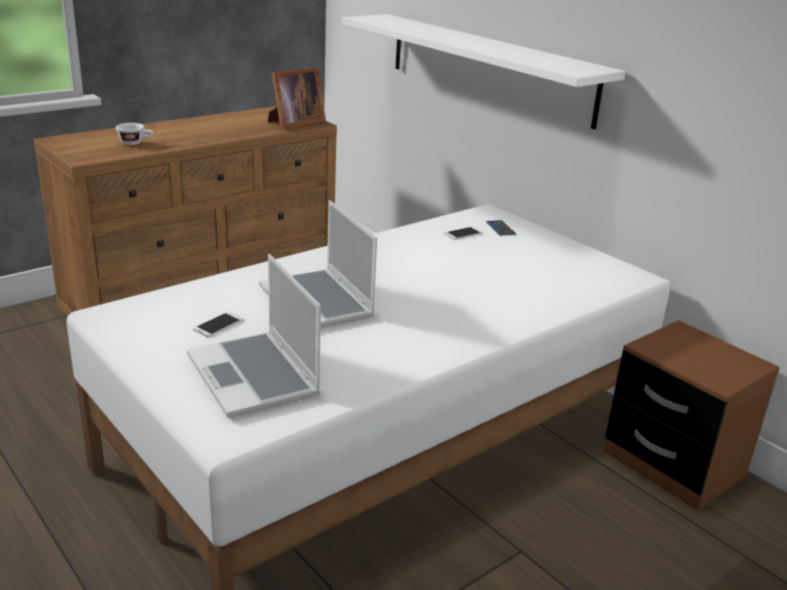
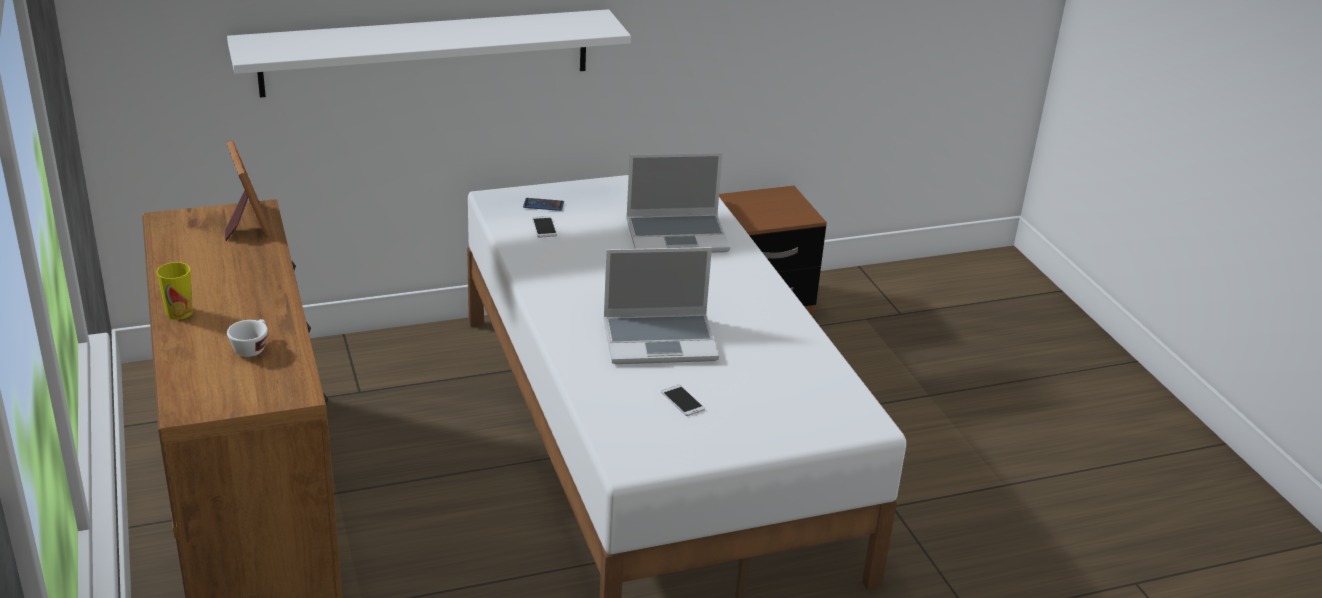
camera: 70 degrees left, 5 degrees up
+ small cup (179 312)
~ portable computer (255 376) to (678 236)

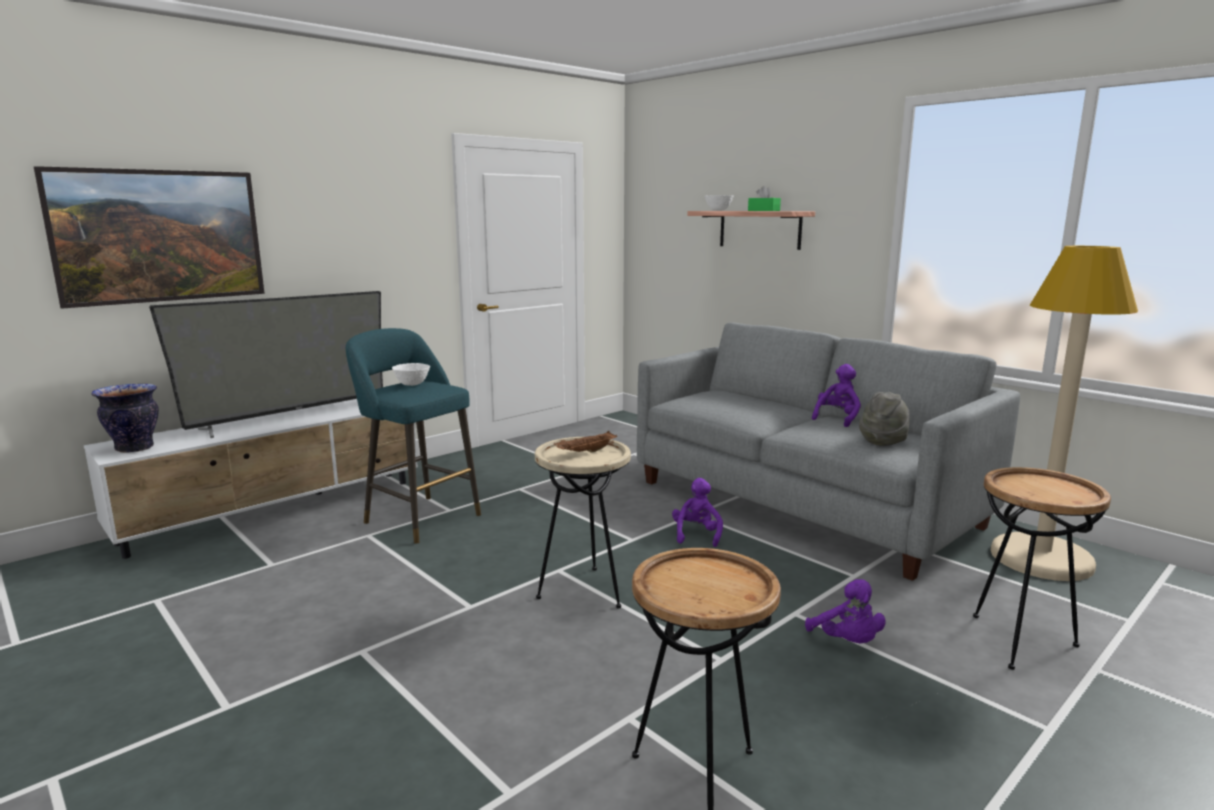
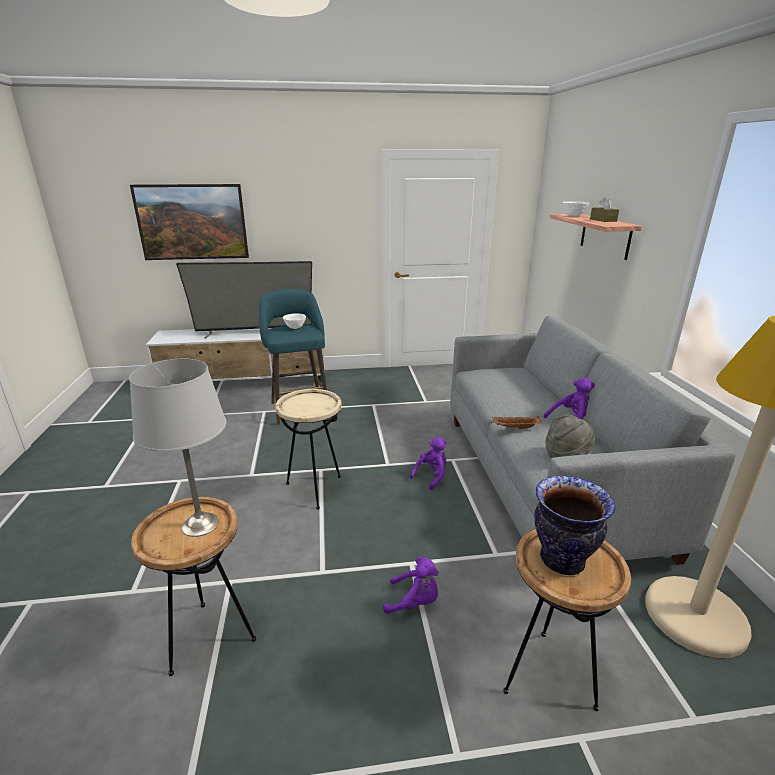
camera: 35 degrees right, 10 degrees up
+ grey table lamp (201 525)
~ decorative vase (135 448) to (563 560)
~ brown-coloured serving tray (586 452) to (515 428)
~ green-coloured tissue holder (763 210) to brown-coloured tissue holder (603 220)
~ purplish cuddly toy (847 642) = (414 602) 90 degrees counterclockwise

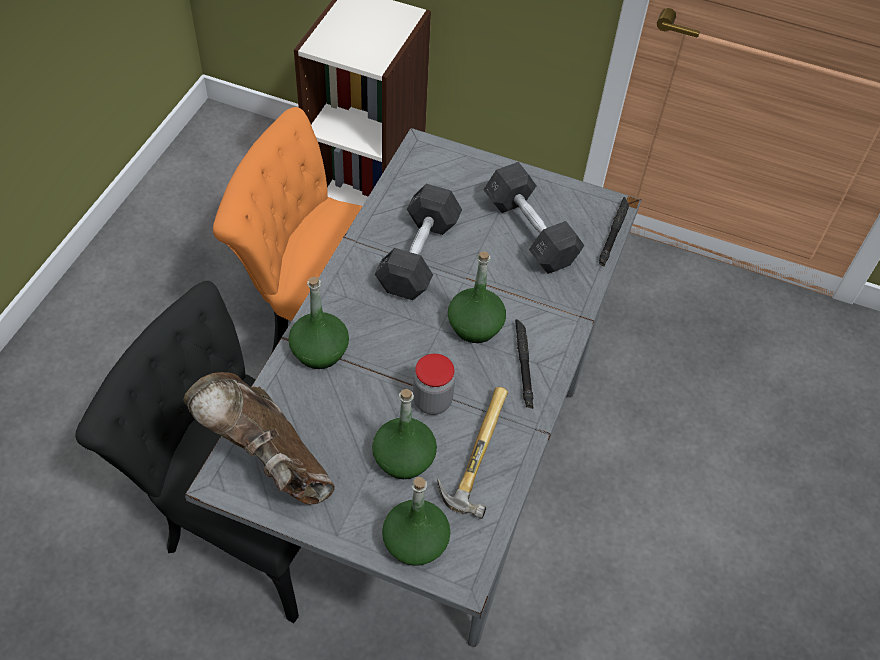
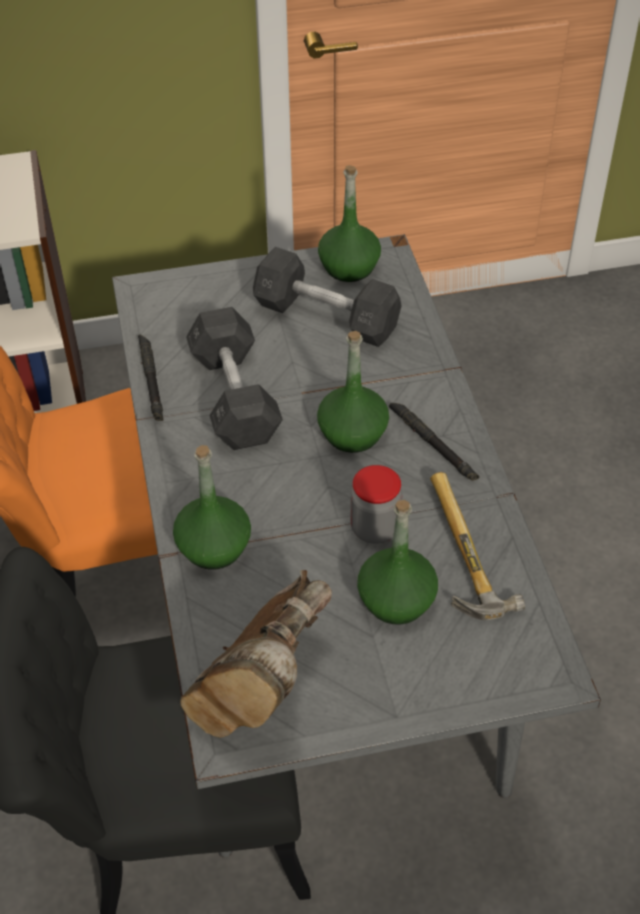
camera: 30 degrees left, 5 degrees down
~ green-coloured beverage bottle (415 542) to (349 267)
~ blackish torch (613 234) to (151 381)
~ brown-coloured tall boot (269 464) = (262 691) 75 degrees counterclockwise

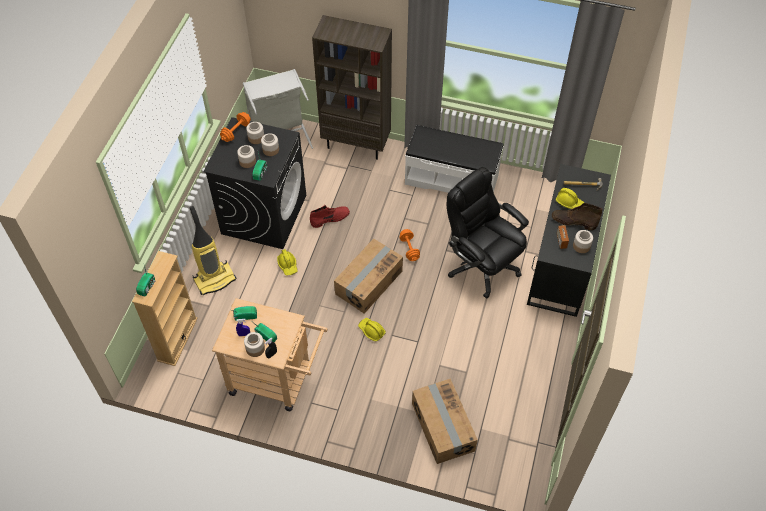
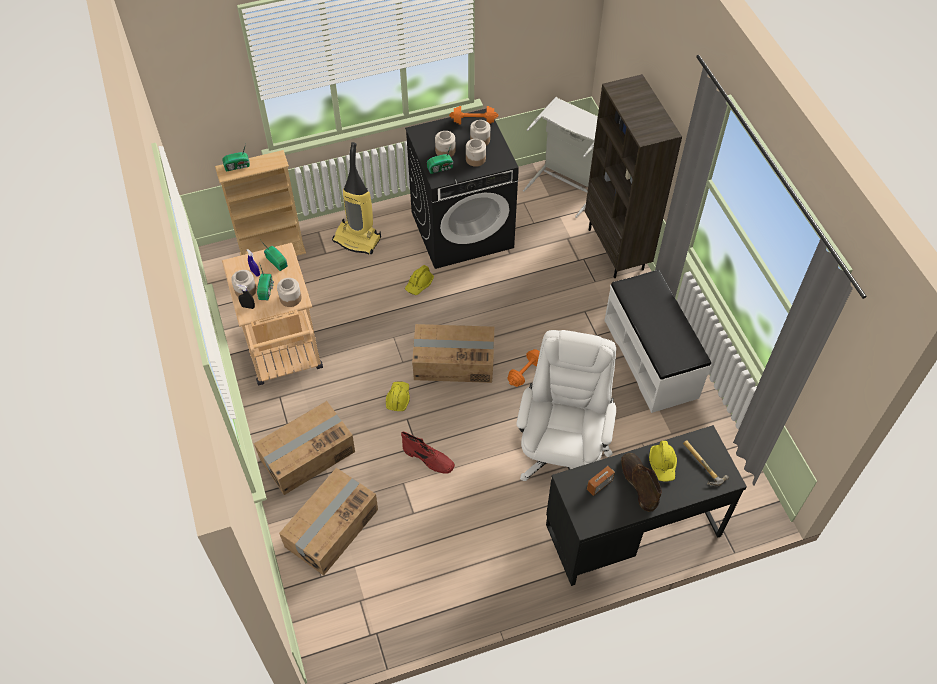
camera: 55 degrees right, 0 degrees up
+ packing box (307 455)
~ reddish tall boot (330 218) to (429 458)
~ jar (581 246) to (290 298)
~ blackish desk chair (481 265) to white-coloured desk chair (562 451)

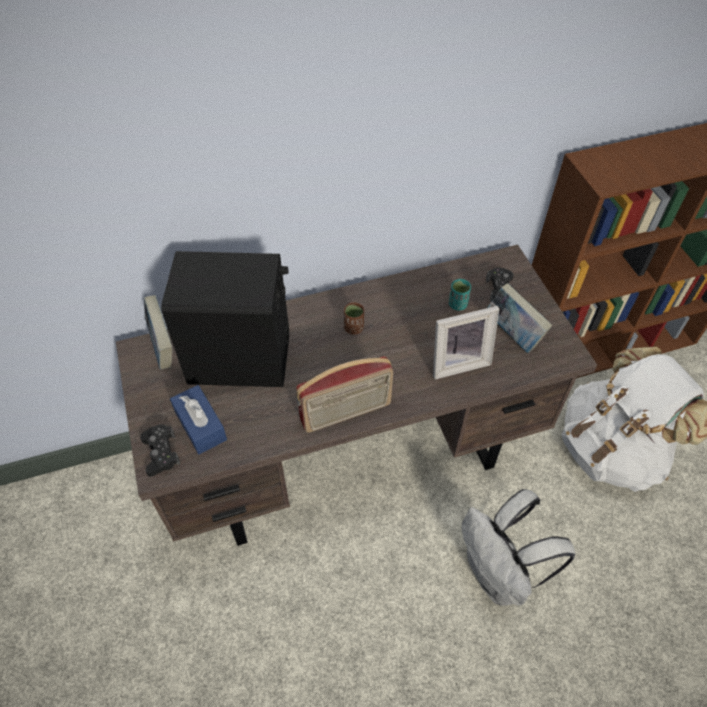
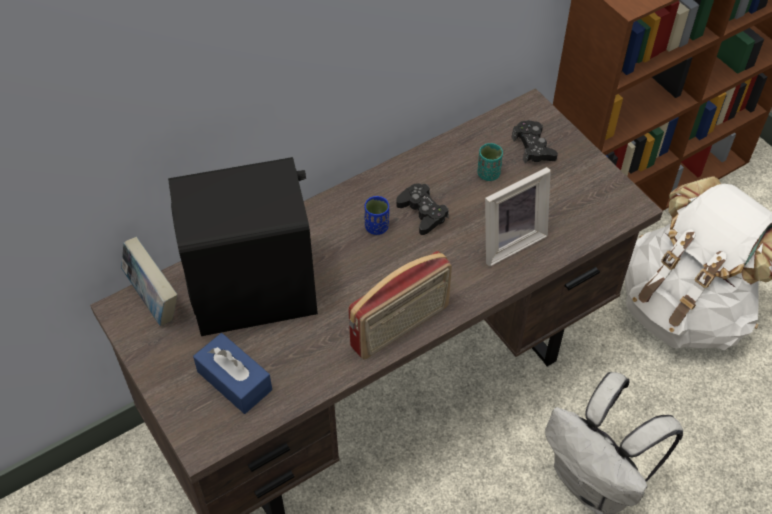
camera: 15 degrees left, 0 degrees up
- book (512 334)
~ blackish game controller (161 453) to (422 213)
~ brown-coloured small cup (353 328) to bluish small cup (376 227)

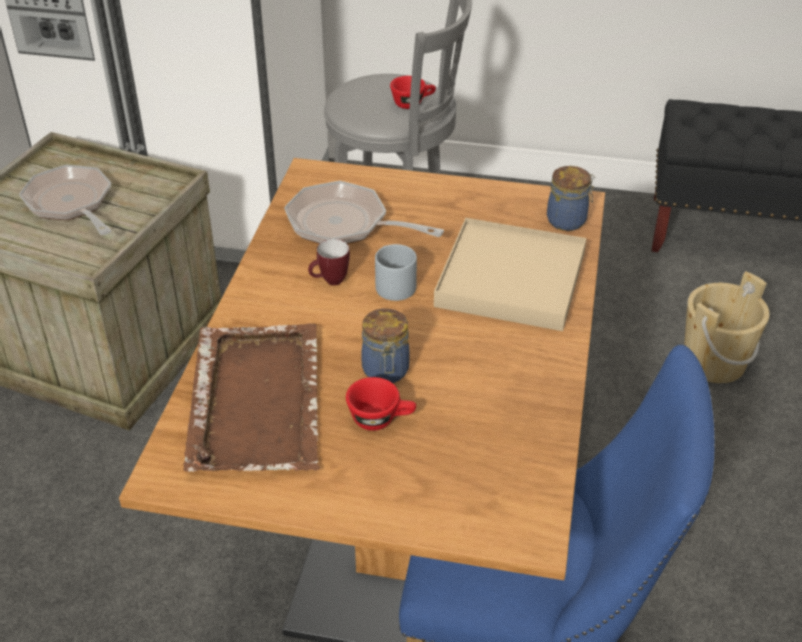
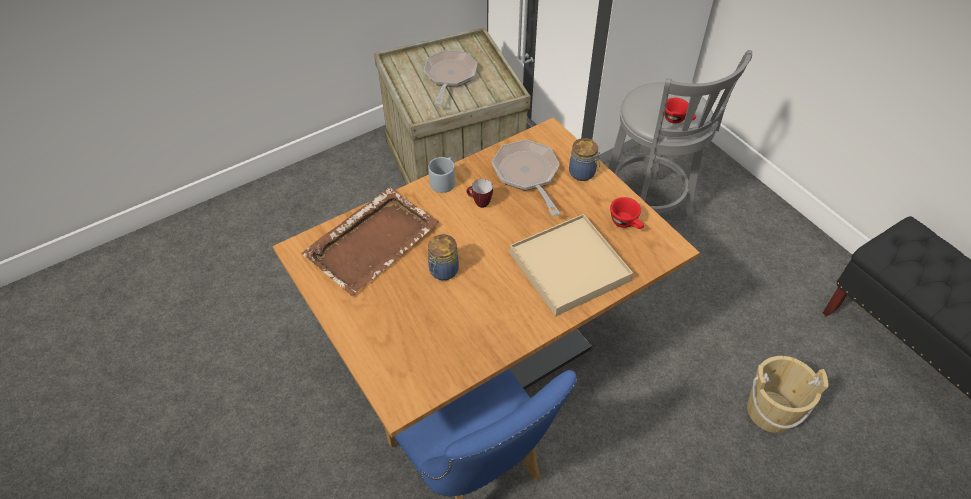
camera: 45 degrees right, 10 degrees up
~ reddish small cup (381 419) to (626 223)
~ grey coffee mug (392 283) to (444 180)
~ jar (568 220) to (583 173)

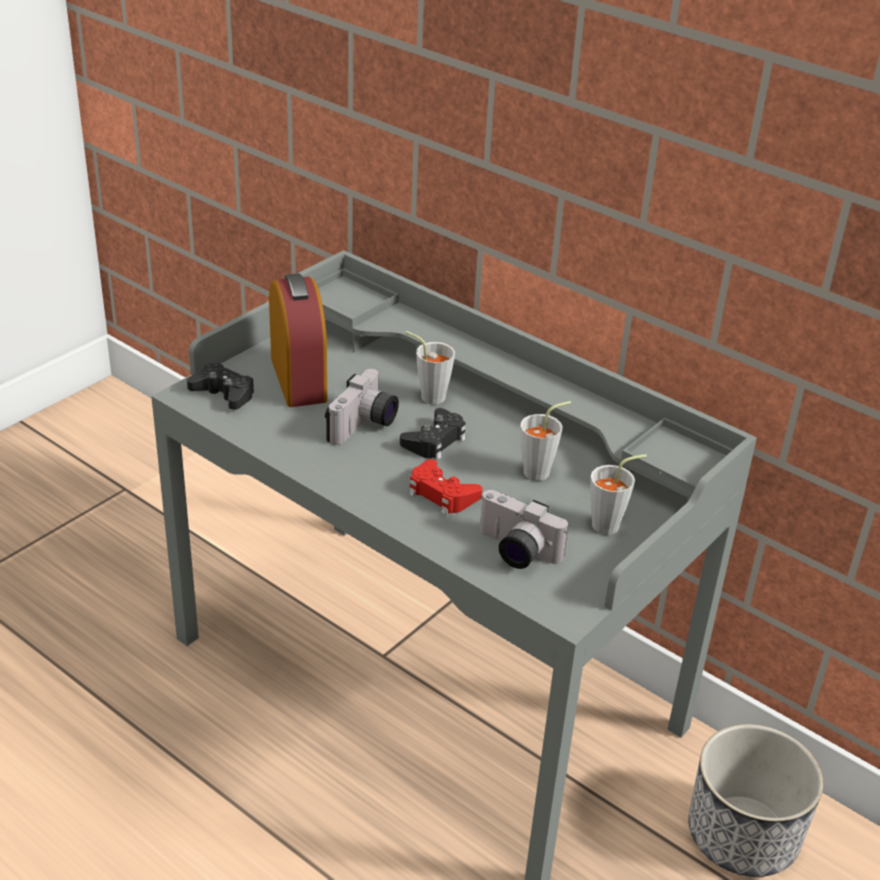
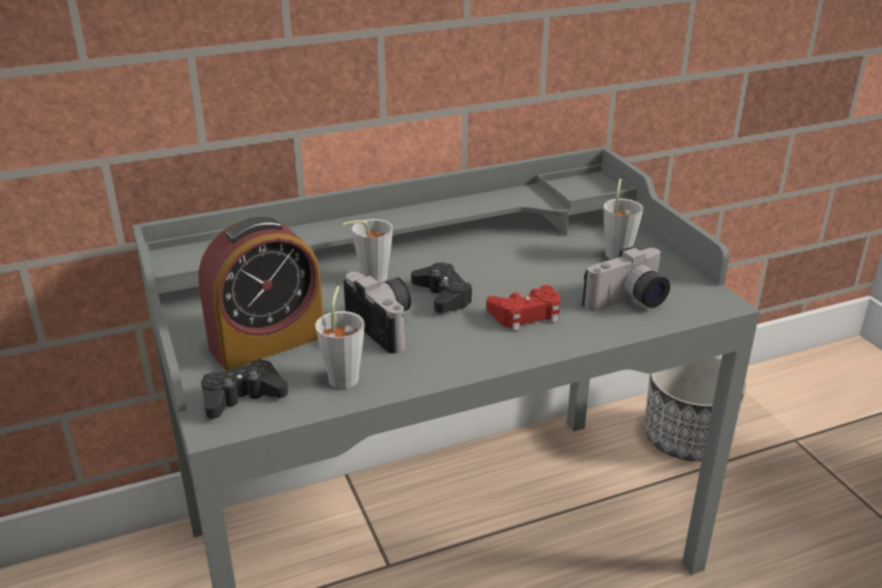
camera: 60 degrees left, 5 degrees down
~ grey small cup (542 471) to (345 375)
~ bedside clock (298 379) = (267 342) 135 degrees clockwise

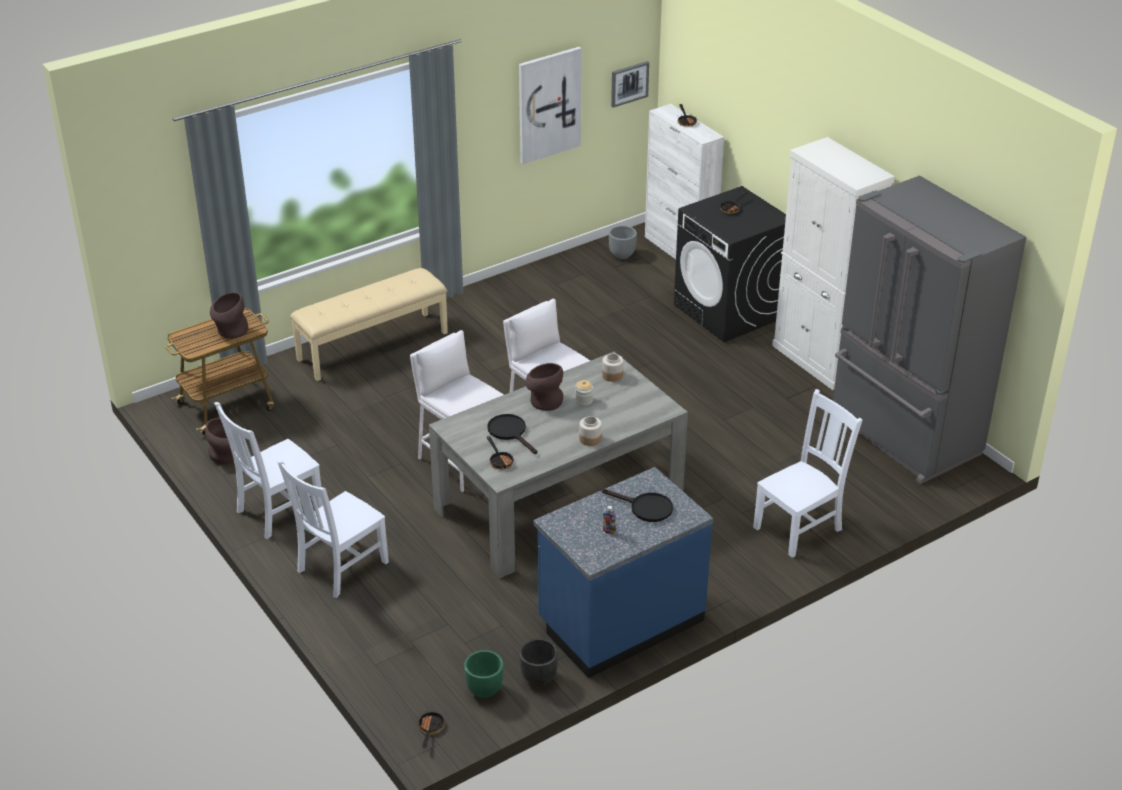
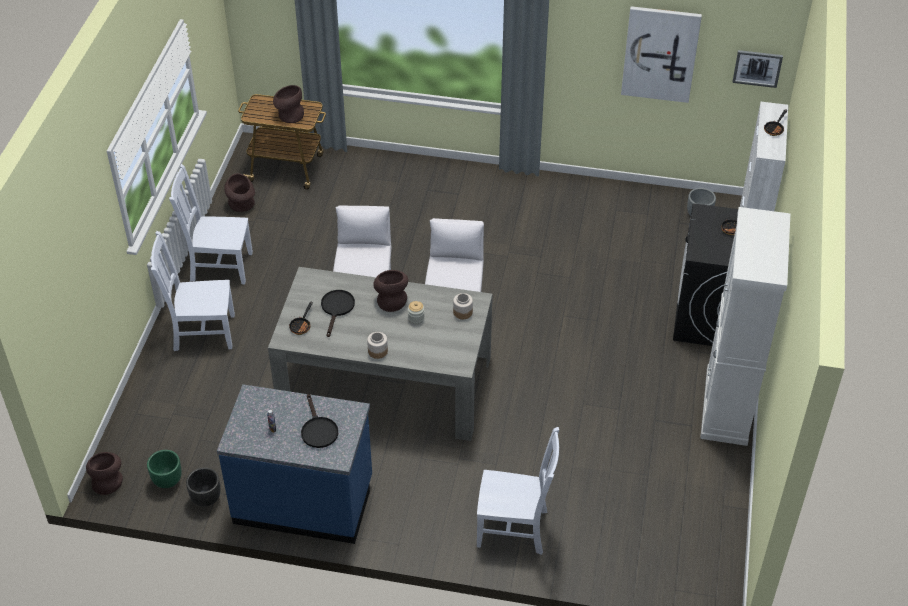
camera: 45 degrees right, 10 degrees up
- beige indoor bench (372 345)
- grey kitchen fridge (902 436)
~ pan (430 729) to brown-coloured decorative vase (107 481)

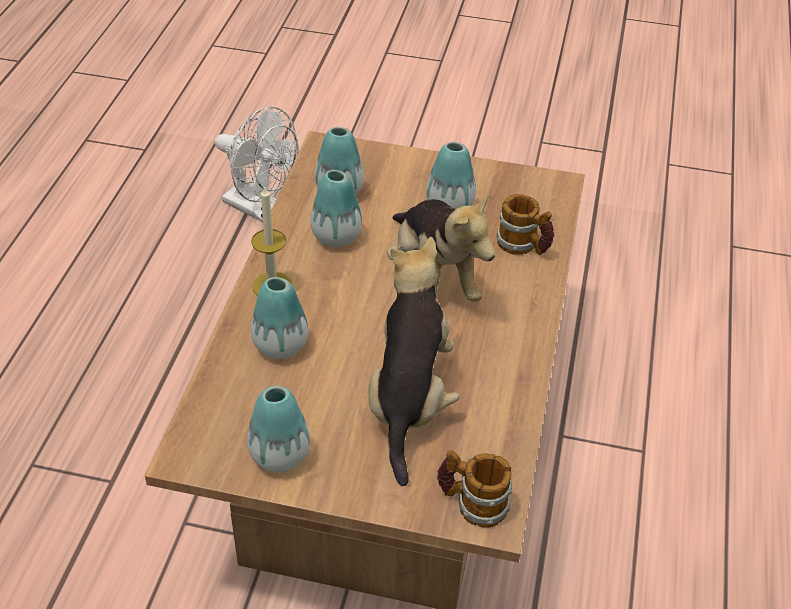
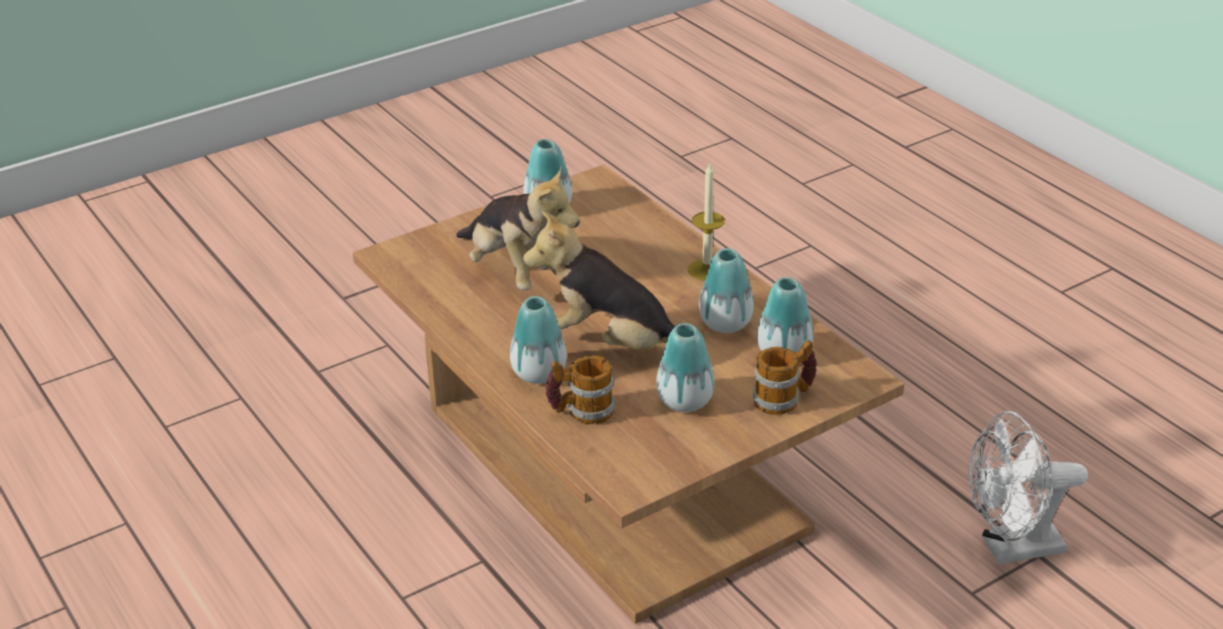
camera: 135 degrees right, 10 degrees down
~ decorative vase (280 345) to (539 373)
~ coffee mug (472 503) to (784 398)

